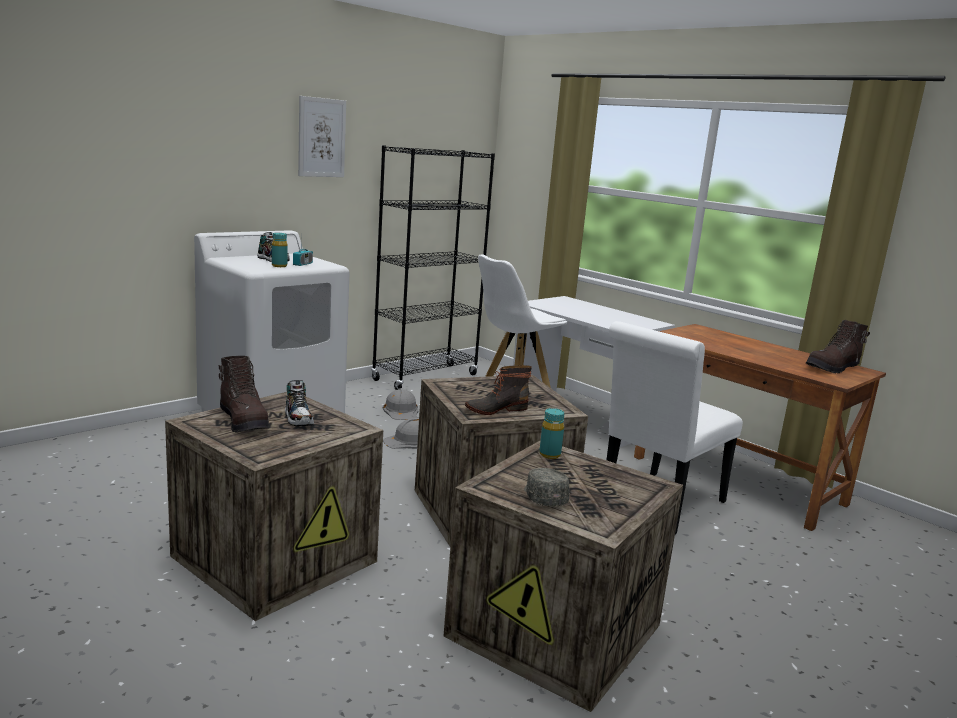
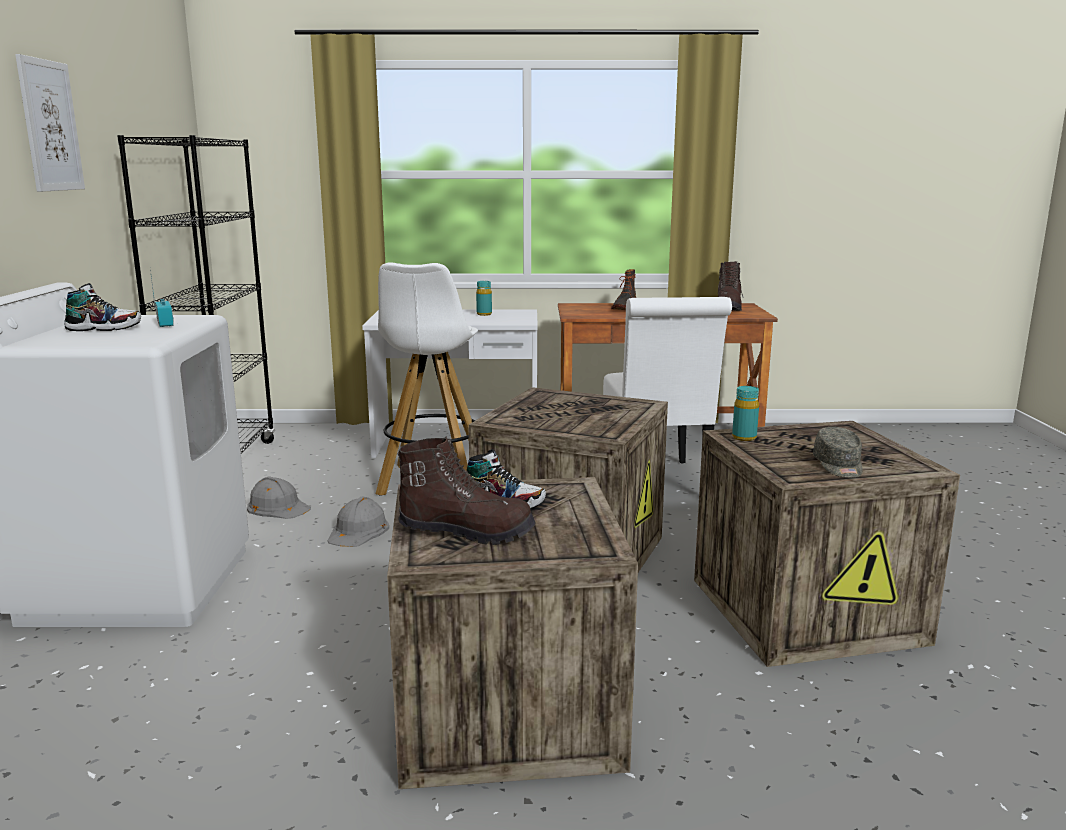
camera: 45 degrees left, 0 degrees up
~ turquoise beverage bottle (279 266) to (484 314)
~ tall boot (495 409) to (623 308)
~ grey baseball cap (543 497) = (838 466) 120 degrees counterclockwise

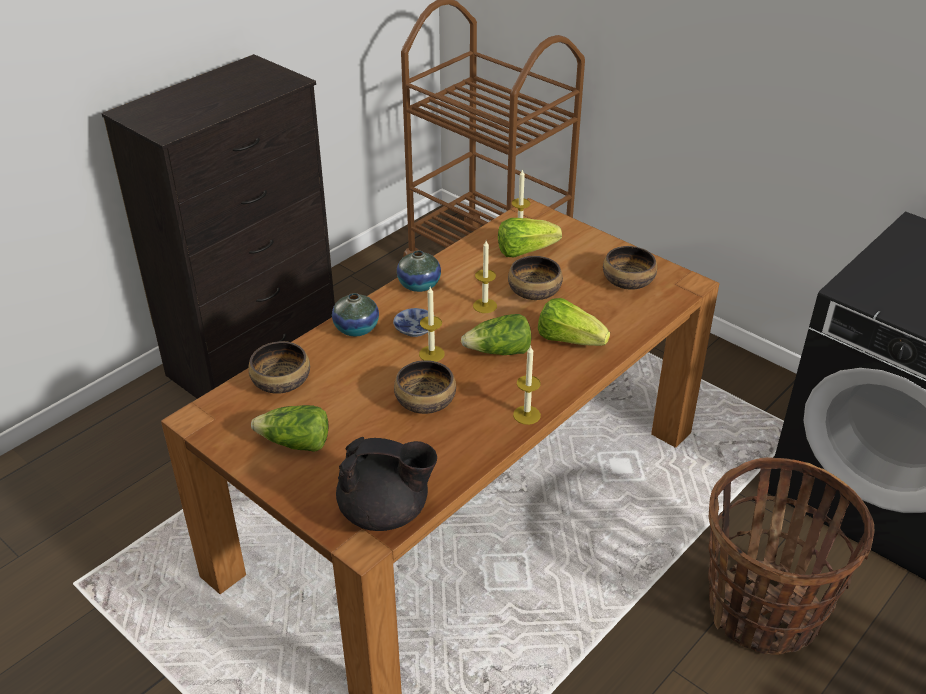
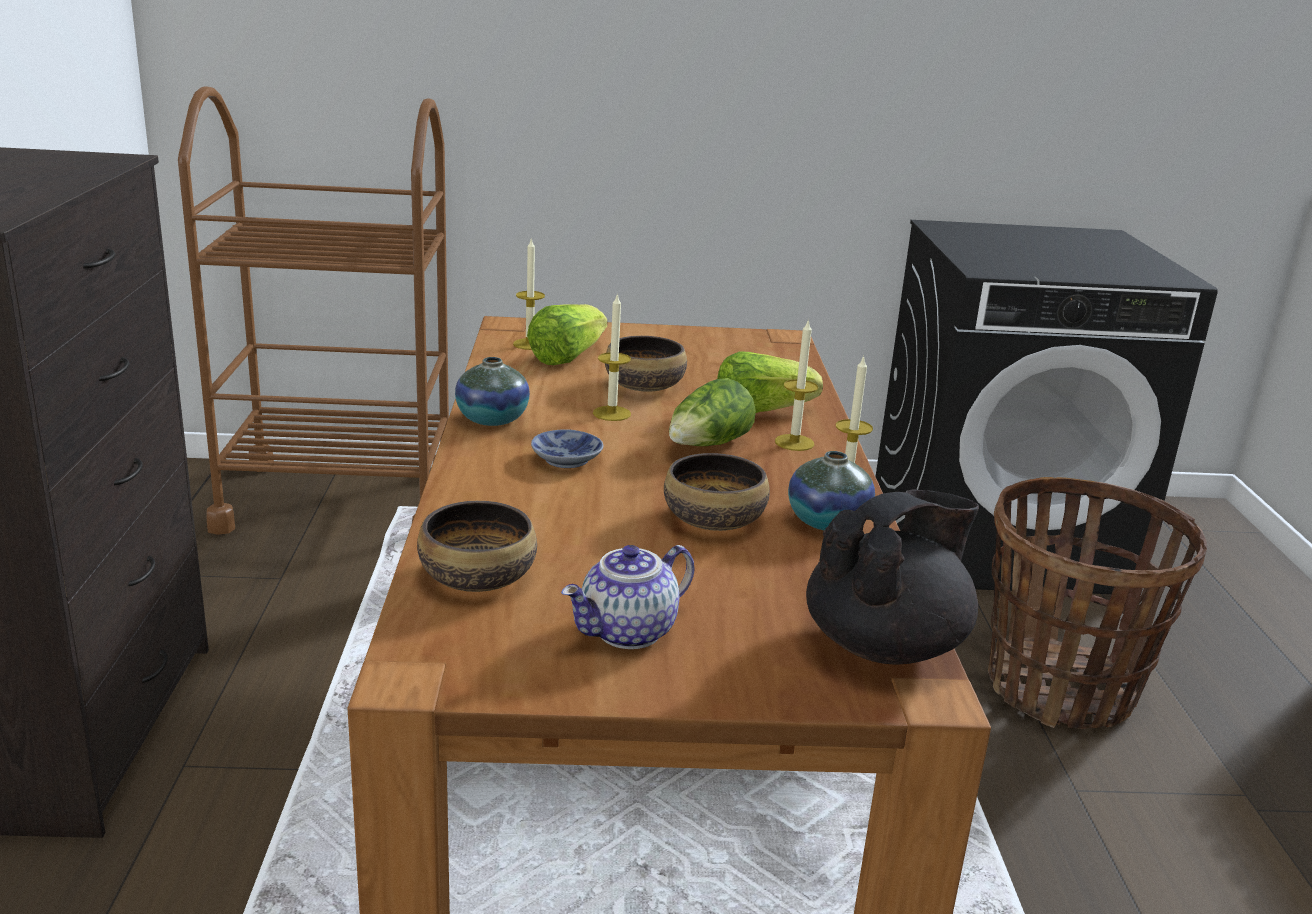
camera: 45 degrees left, 15 degrees down
- serving bowl (627 281)
~ decorative vase (356 329) to (827 522)
~ candle (431 354) to (794 442)
~ head of lettuce (295 443) to teapot (628 633)

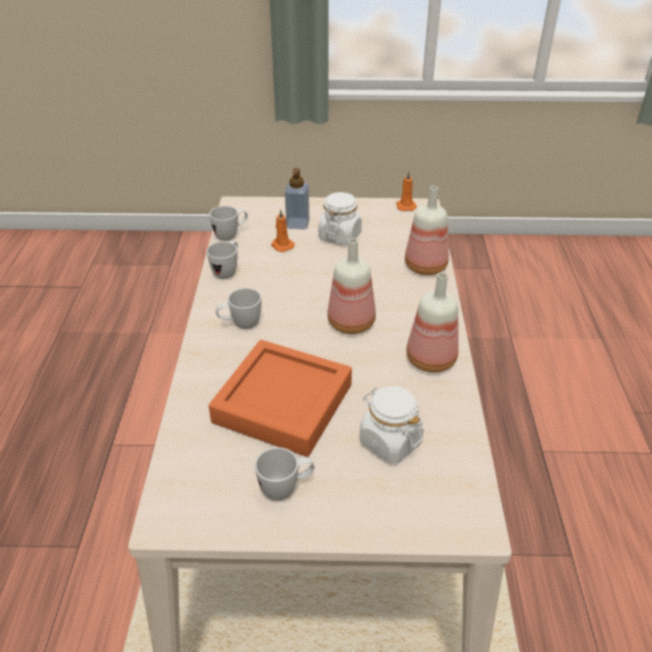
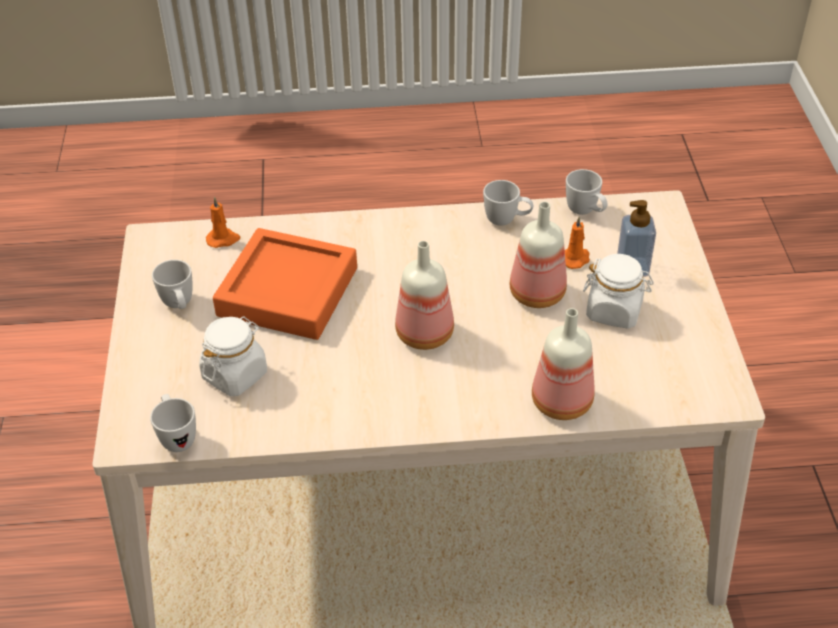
camera: 85 degrees right, 5 degrees up
~ white-coloured coffee mug (240 325) to (177 436)
~ orange candle (405 206) to (223 239)
~ beverage bottle (430 361) to (535 293)

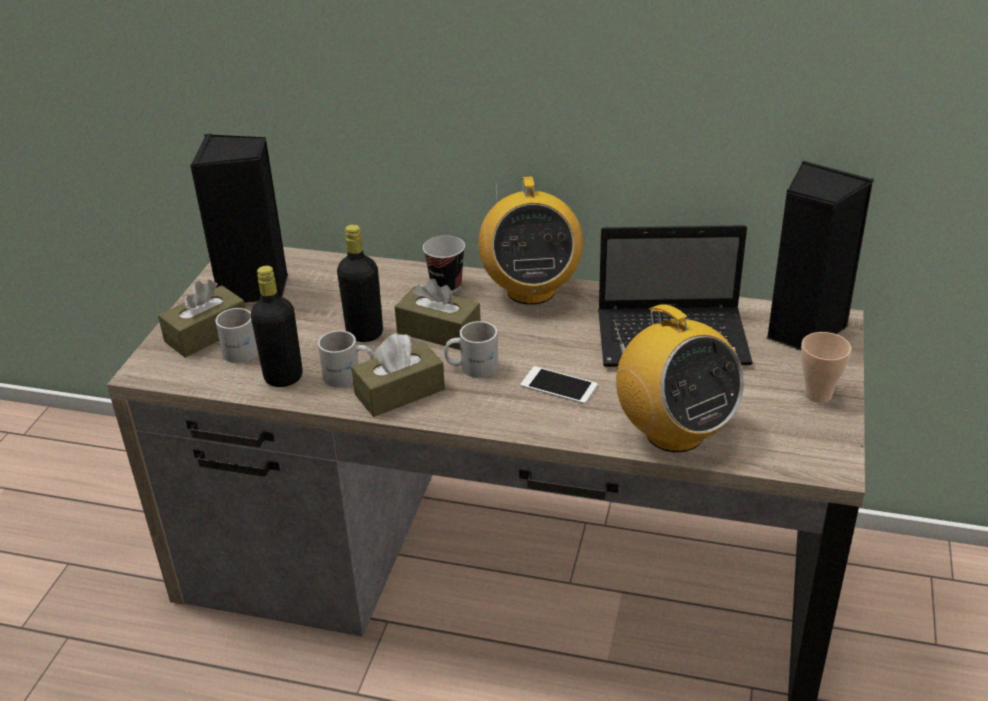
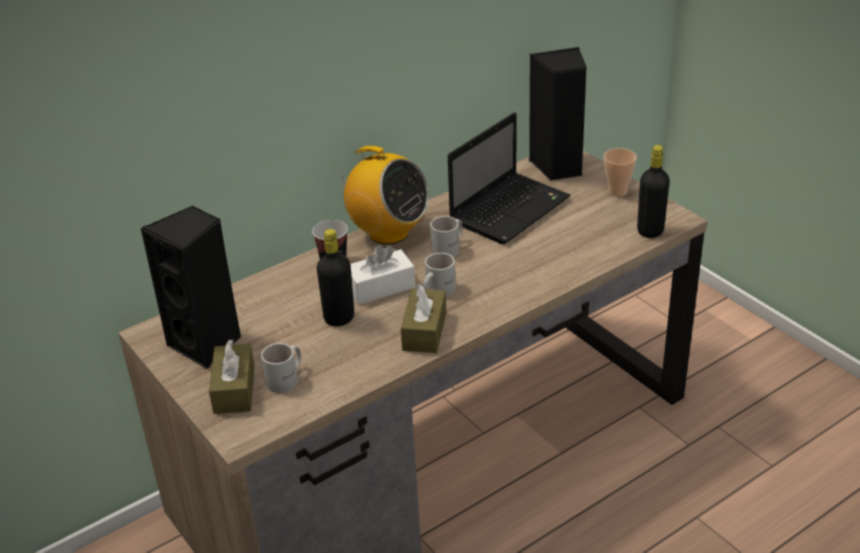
camera: 50 degrees left, 0 degrees up
- phone (558 385)
- radio set (673 432)
~ blackish beverage bottle (283 377) to (650 231)
~ white-coloured coffee mug (349 376) to (450 248)
~ brown-coloured tissue holder (439 331) to white-coloured tissue holder (380 287)

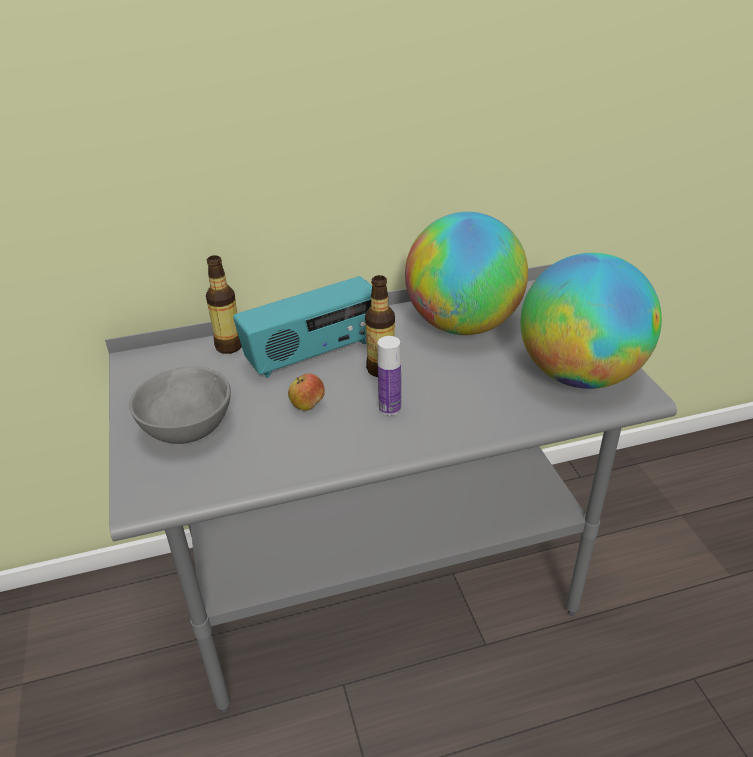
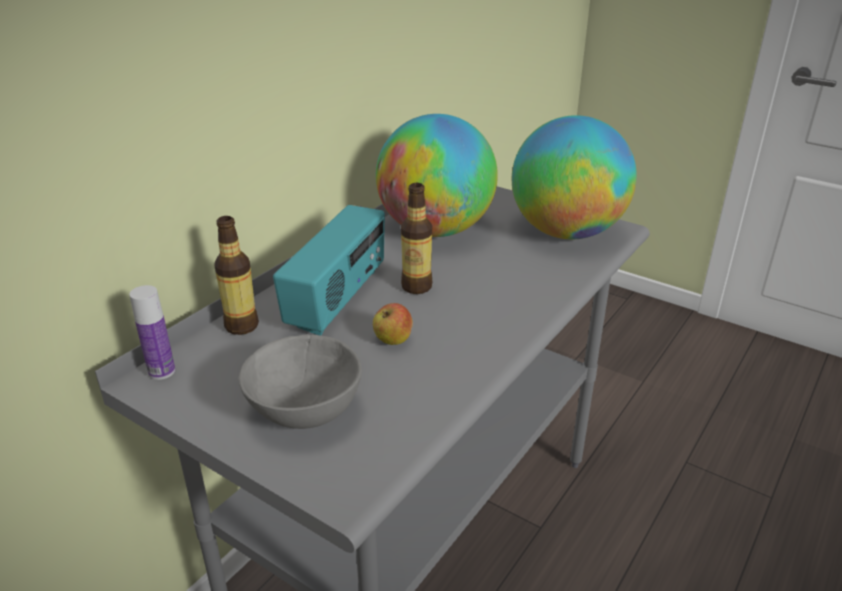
camera: 40 degrees left, 5 degrees down
~ beverage bottle (390 408) to (161 371)

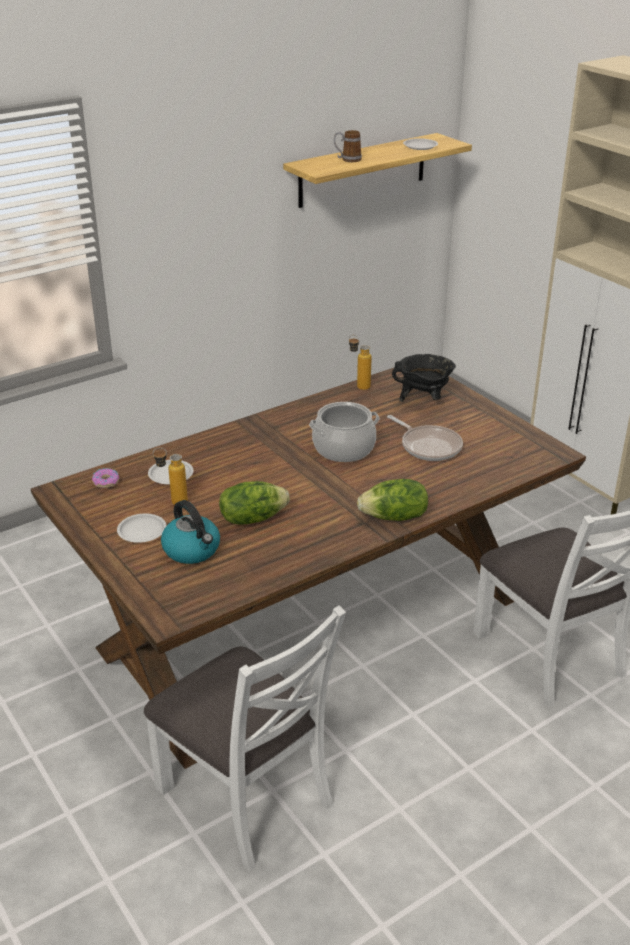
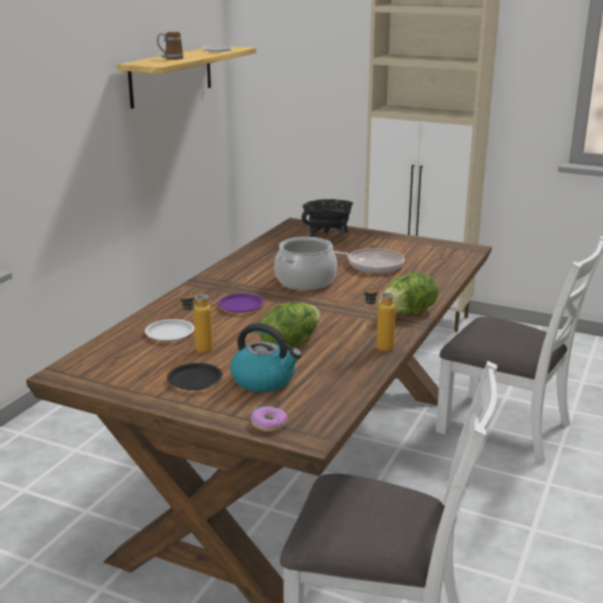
camera: 30 degrees left, 10 degrees down
+ purplish plate (241 306)
~ doughnut (106 482) to (269 424)
~ beverage bottle (358 386) to (377 348)
~ white-coloured plate (142 531) to blackish plate (195 380)

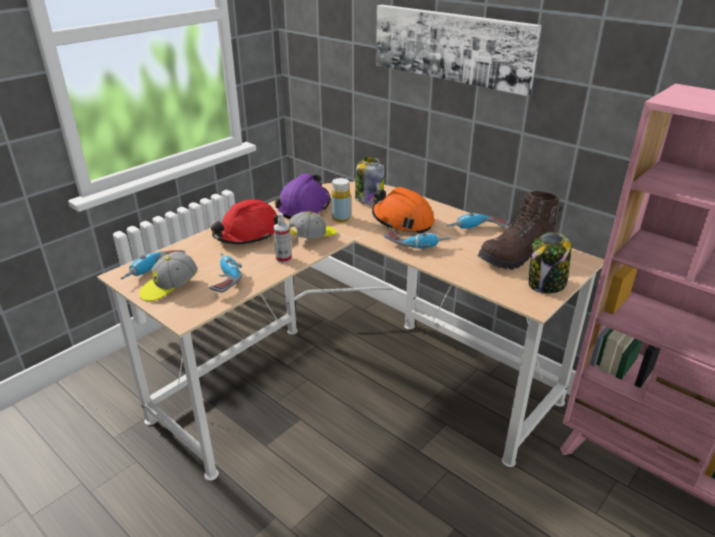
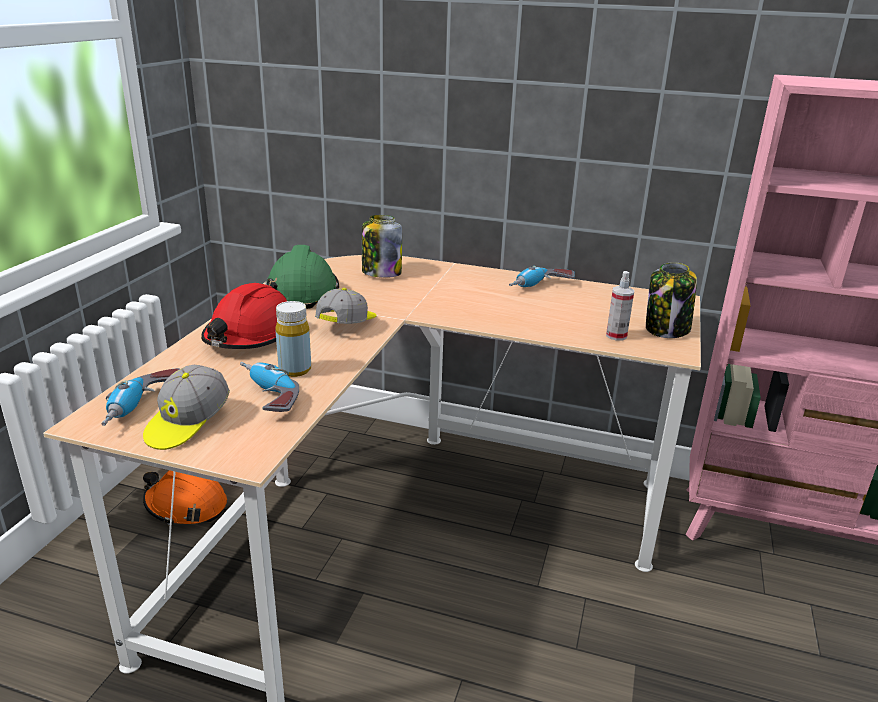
camera: 25 degrees left, 5 degrees down
- wall art (452 46)
- power drill (416 245)
- brown-coloured tall boot (516 256)
~ sprayer (283 259) to (616 336)
~ yellow-coloured beverage bottle (341 218) to (295 370)
~ orange safety helmet (402 221) to (186 506)
~ purplish safety helmet (304 206) to green-coloured safety helmet (302 292)

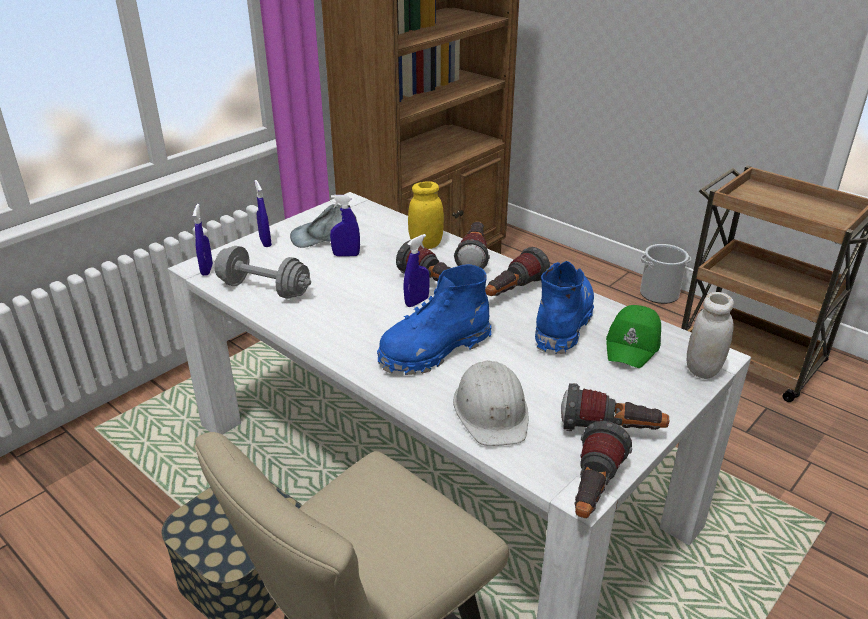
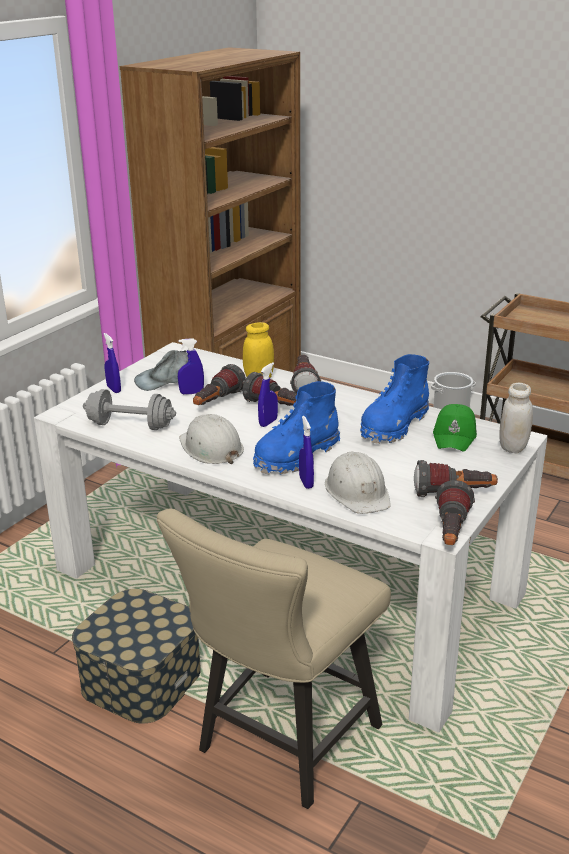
camera: 10 degrees left, 5 degrees down
+ white-coloured safety helmet (211 448)
~ bluish sprayer (207 270) to (306 482)
~ torch (513 292) to (217 403)
~ bluish tall boot (562 322) = (394 426) 150 degrees counterclockwise

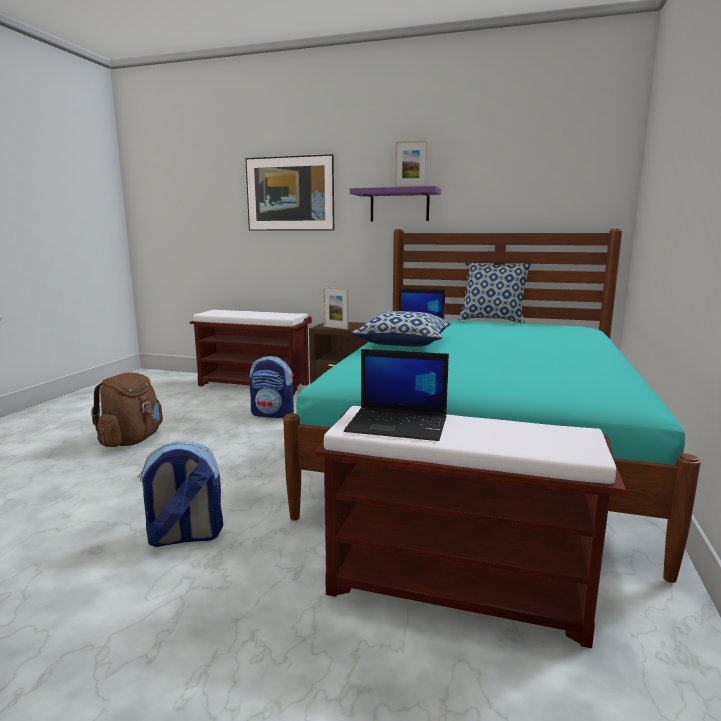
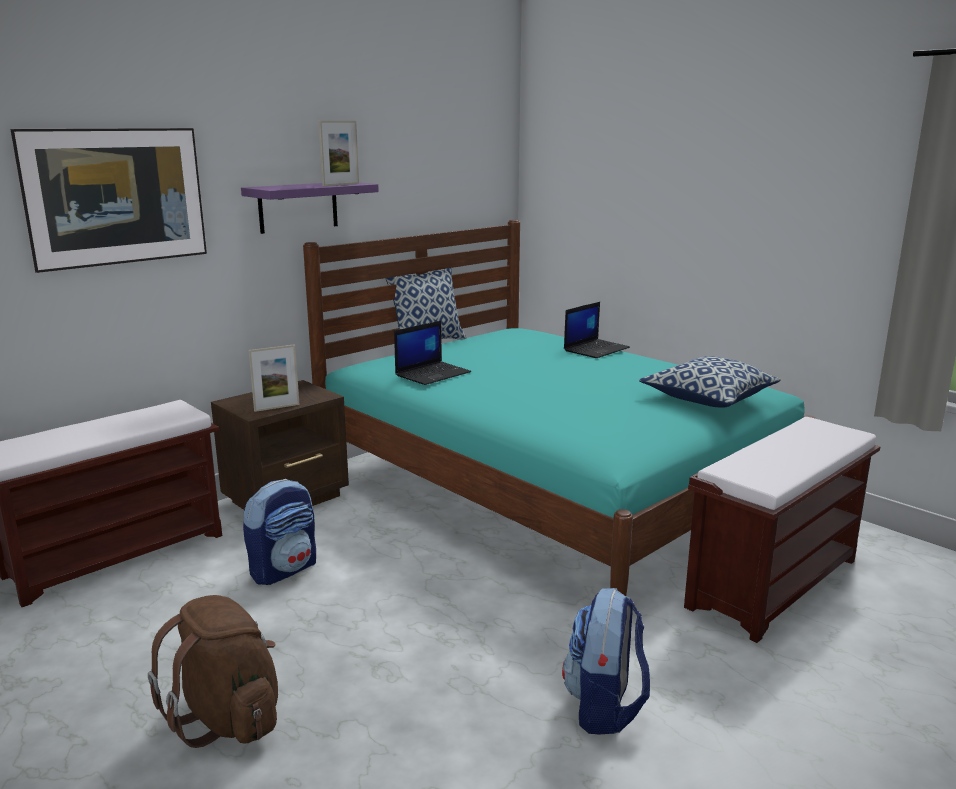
camera: 60 degrees left, 5 degrees up
~ portable computer (399 424) to (596 349)
~ cushion (403 343) to (708 398)

